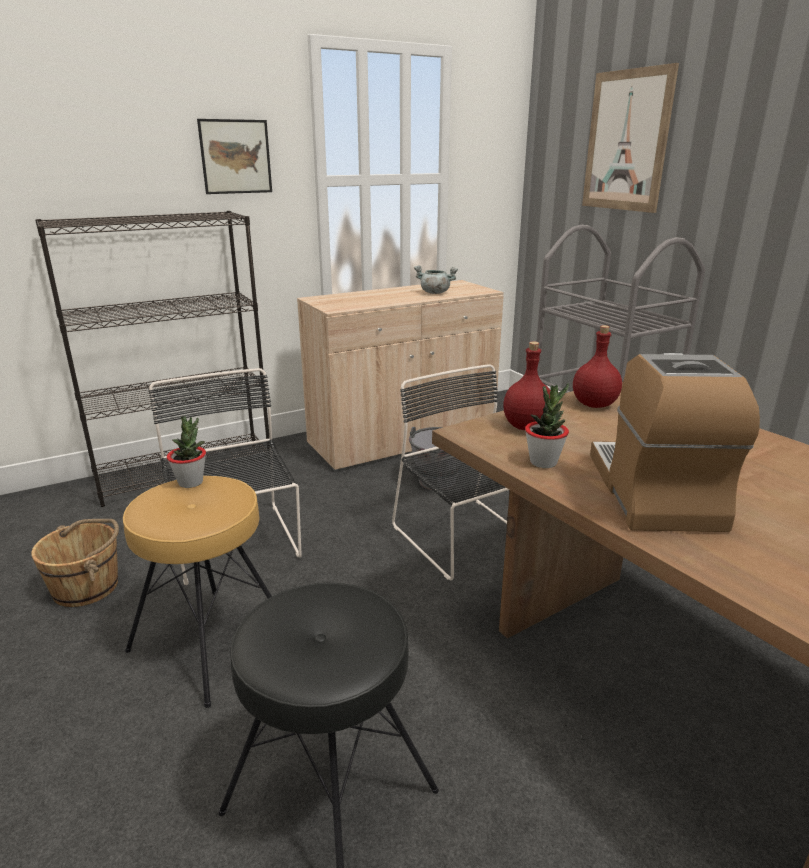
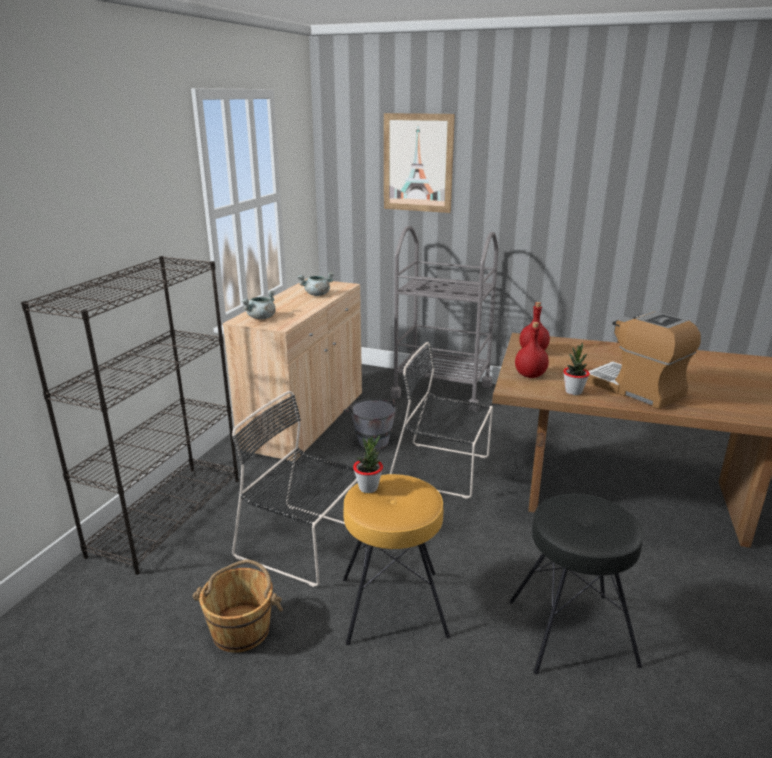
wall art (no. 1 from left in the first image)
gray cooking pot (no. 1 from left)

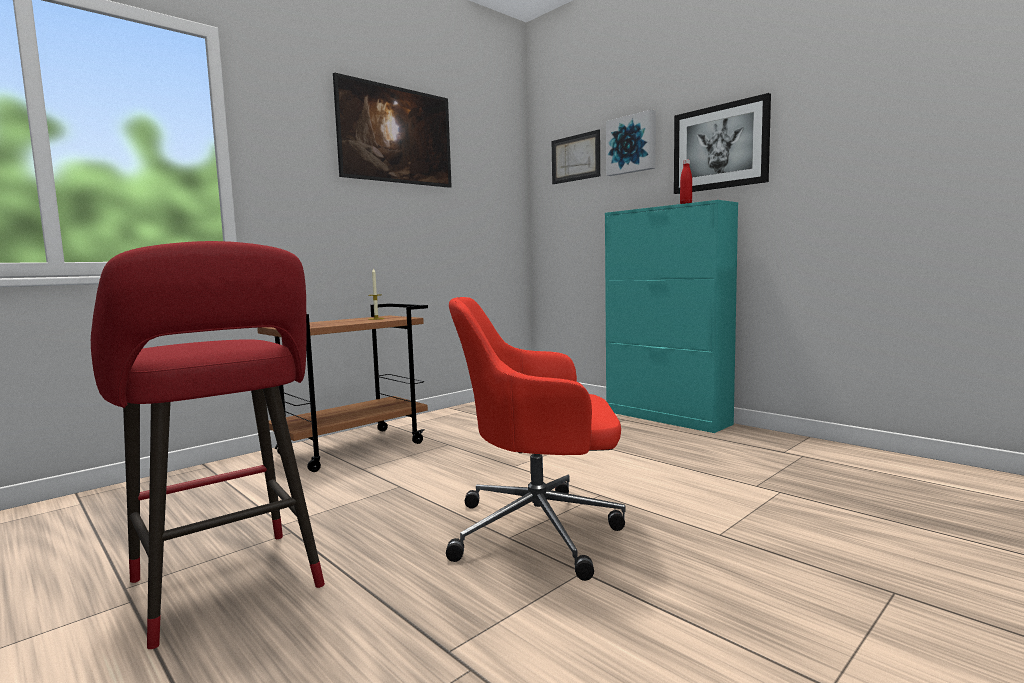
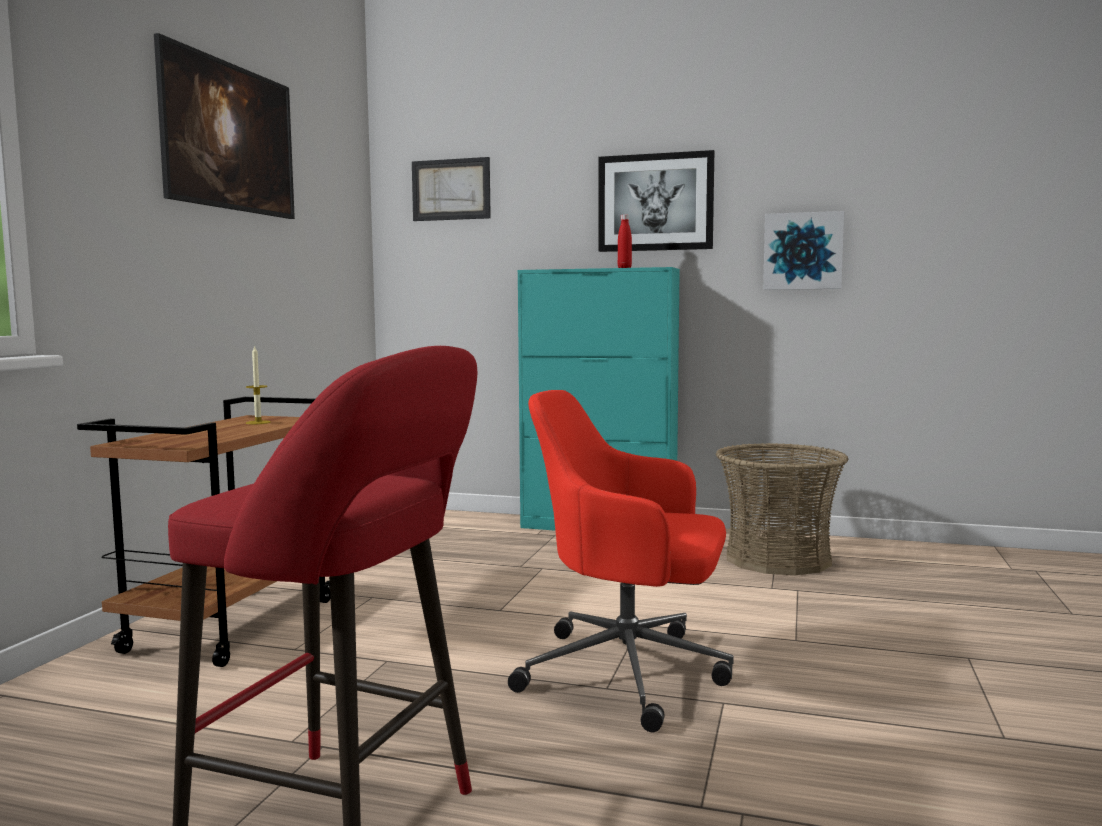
reddish office chair
wall art (no. 4 from left)
storage basket

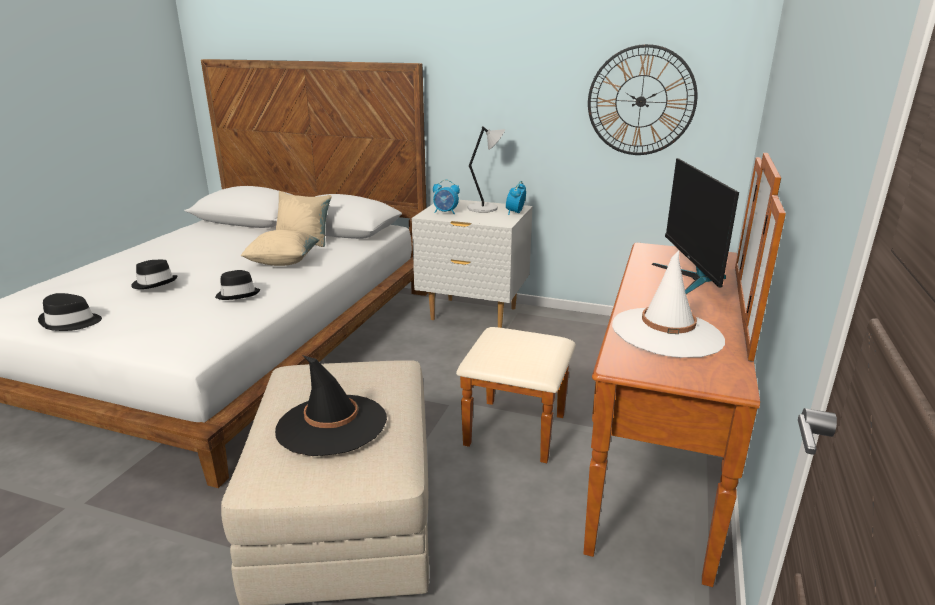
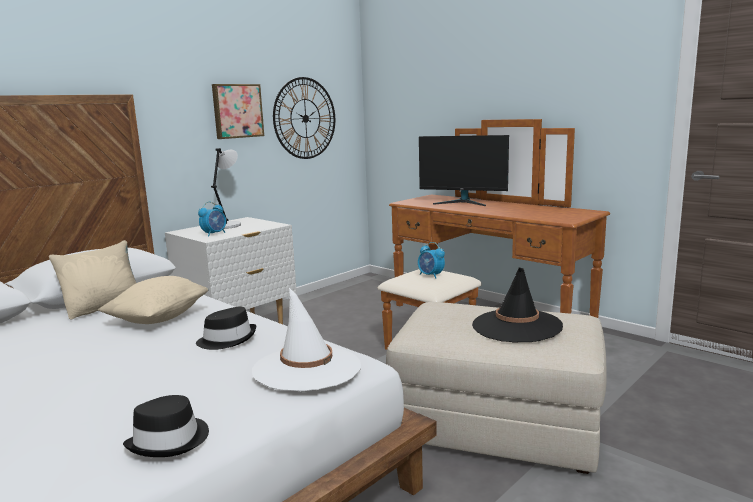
black-coloured hat (no. 2 from left in the first image)
alarm clock (no. 2 from left)
white-coloured hat
wall art

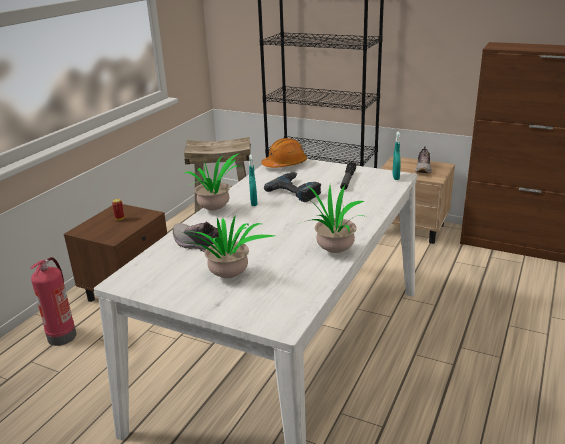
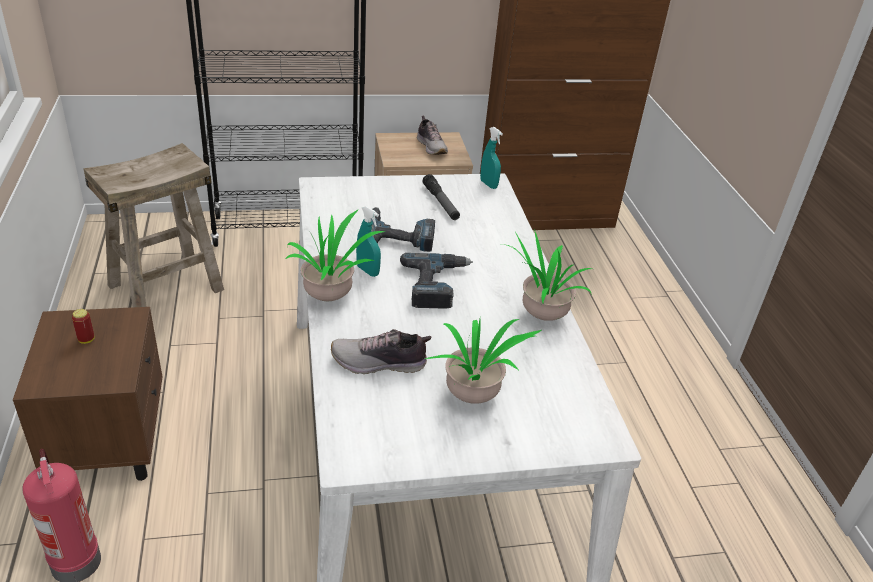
orange work helmet
drill (no. 2 from left)

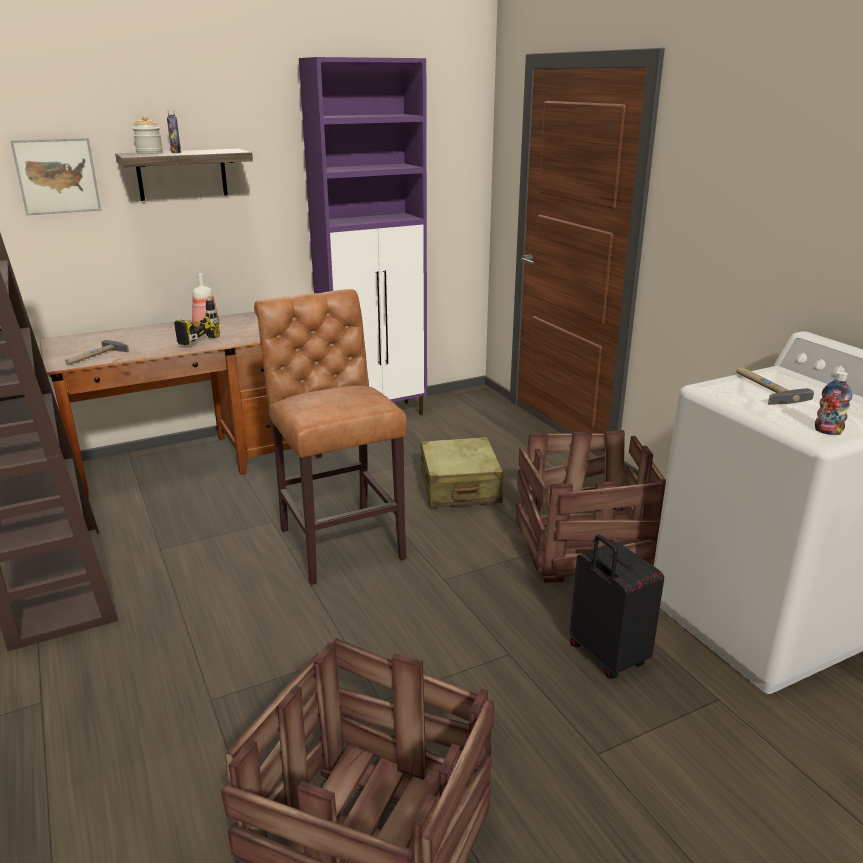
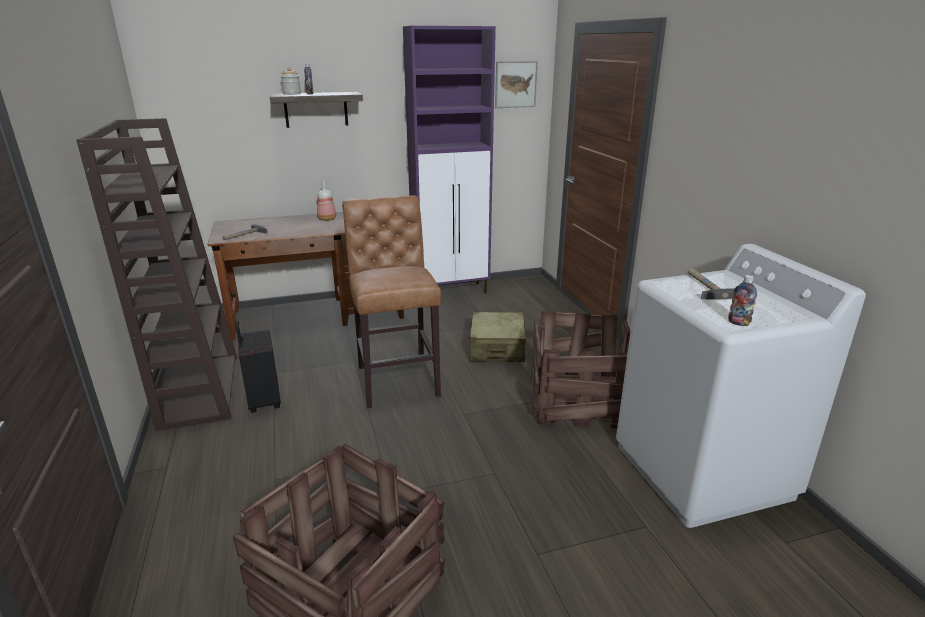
wall art
drill
black-coloured travel case

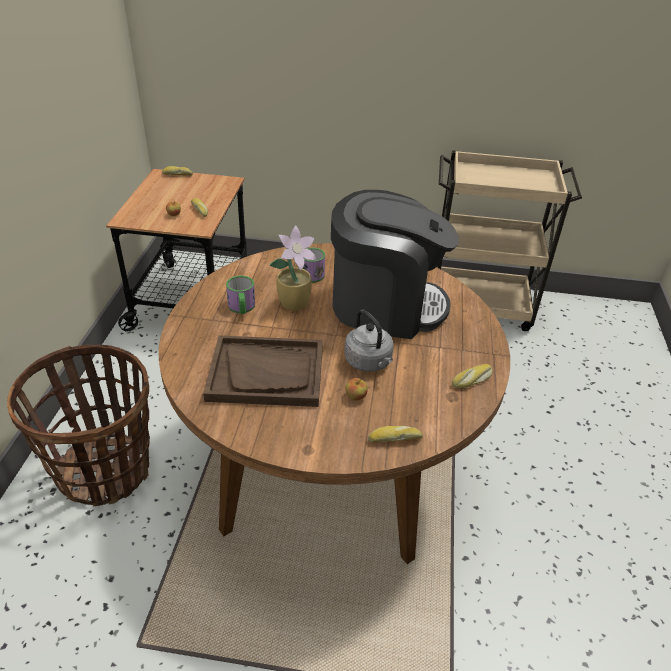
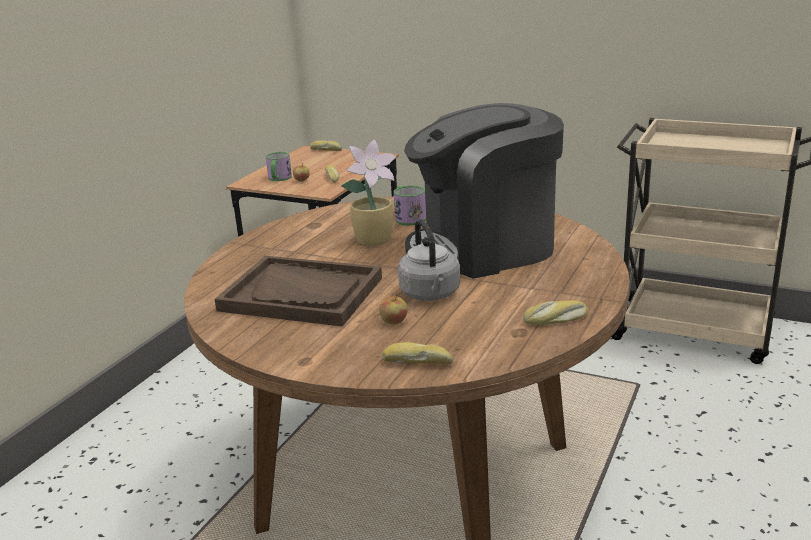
storage basket
coffee mug (no. 1 from left)
coffee machine

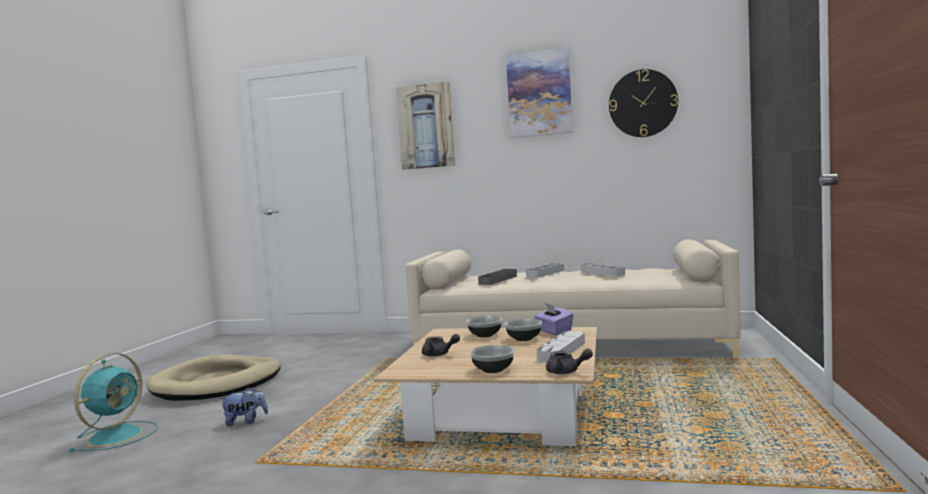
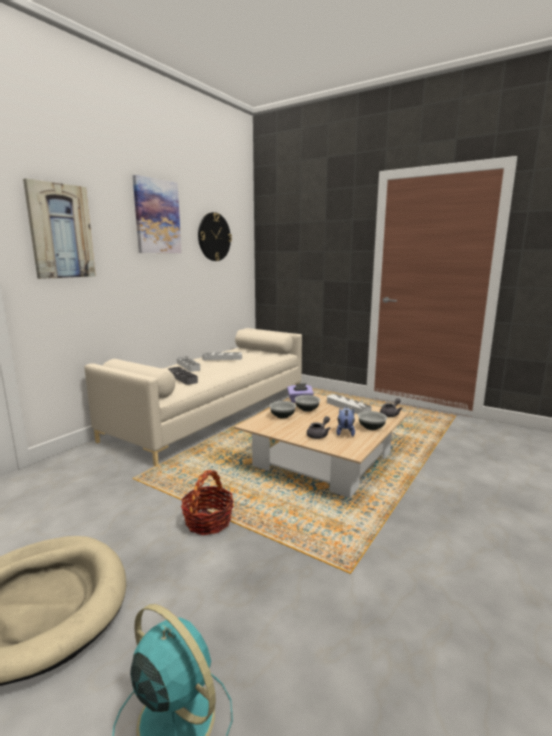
cuddly toy
storage basket

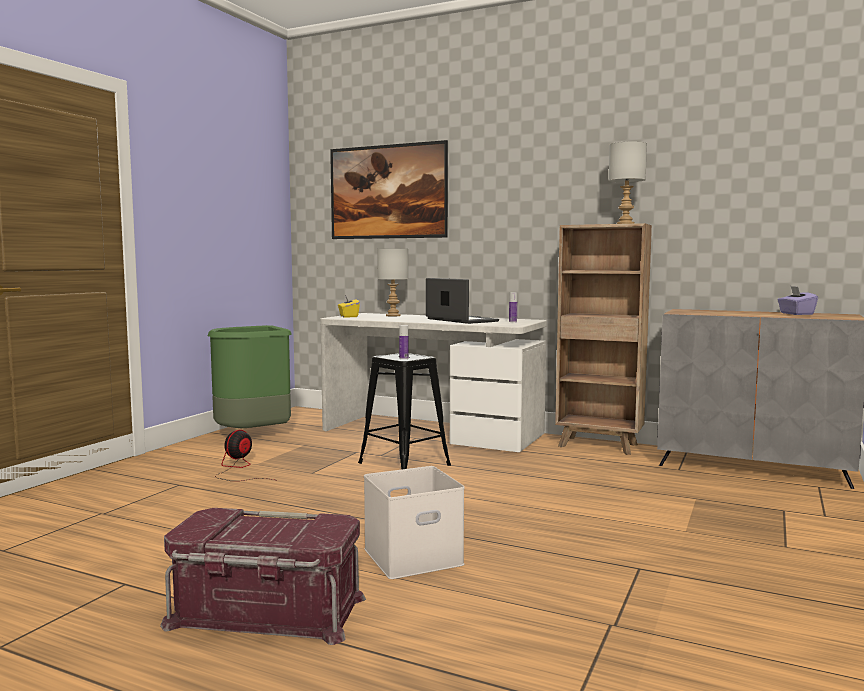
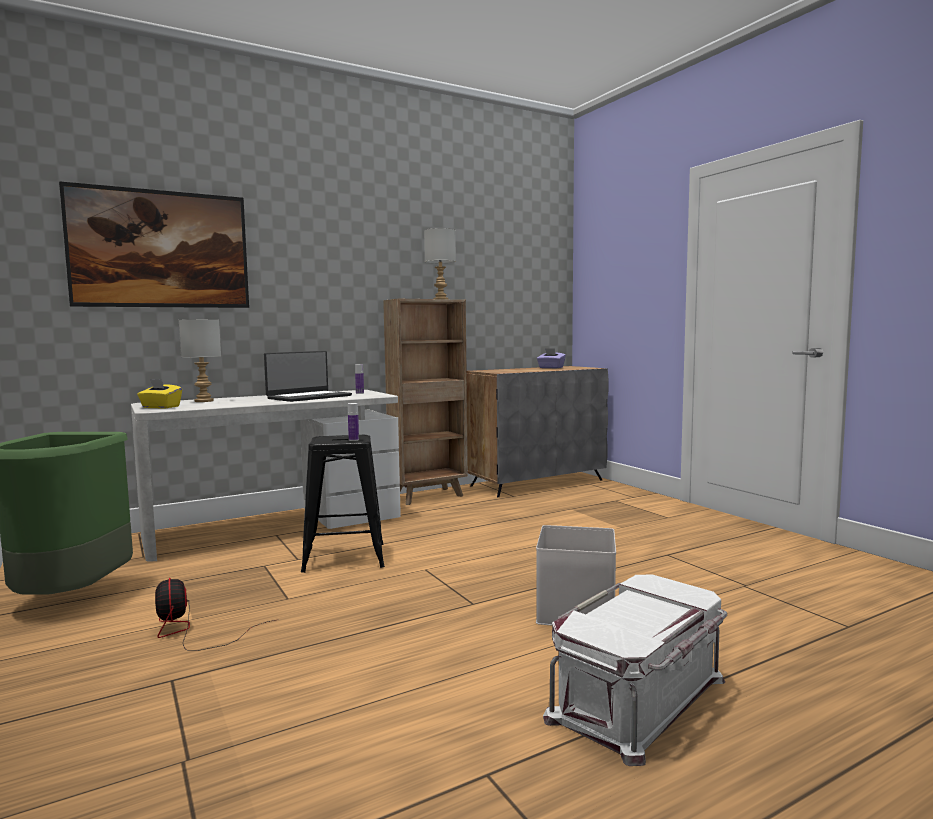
white-coloured storage container (no. 2 from left)
laptop

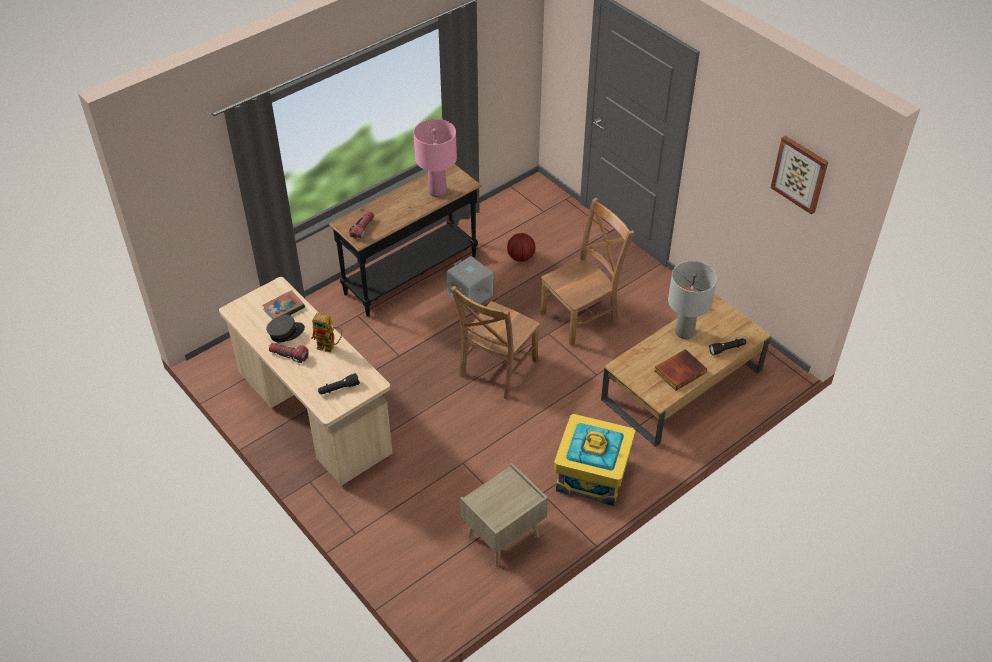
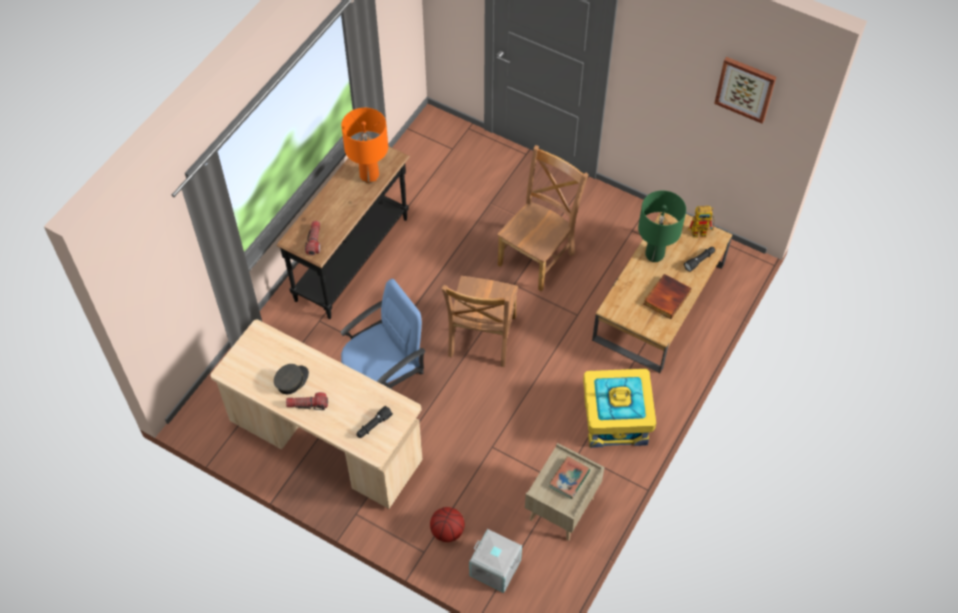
book (no. 1 from left)
robot figure
orange lamp for a table
gray storage container
basketball ball
green lamp for a table
bluish office chair

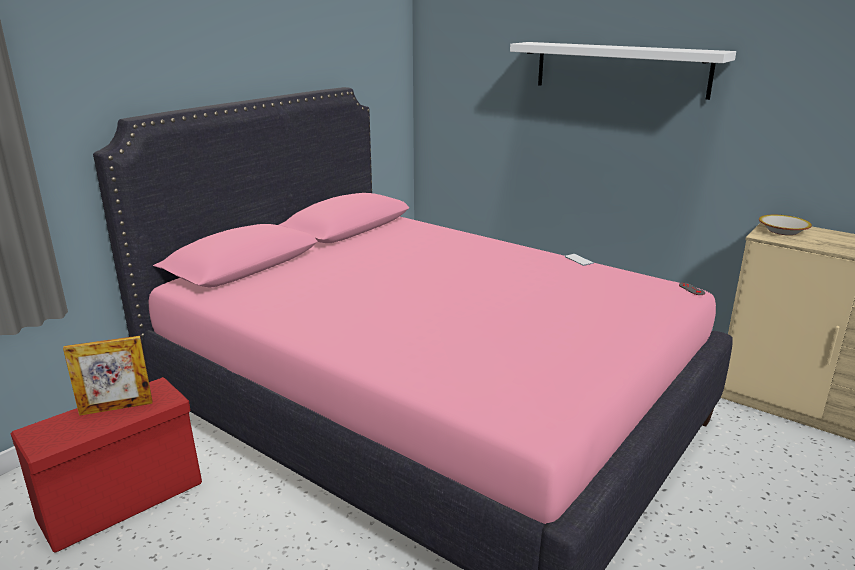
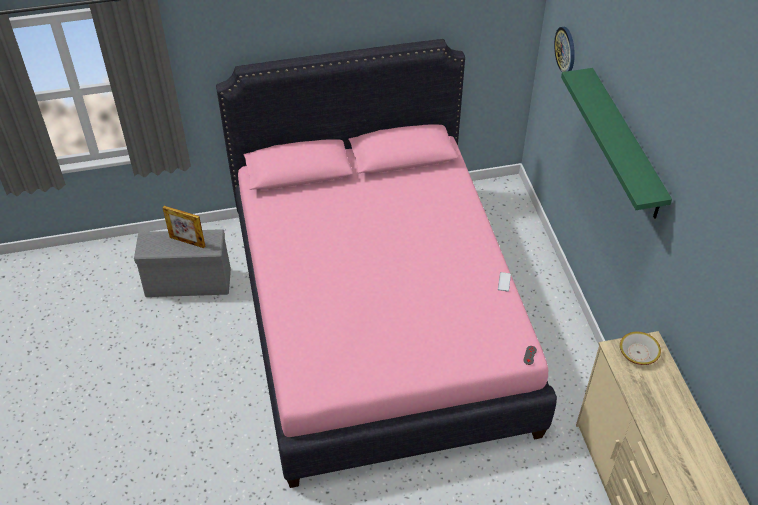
gray storage container
green shelf
wall clock

